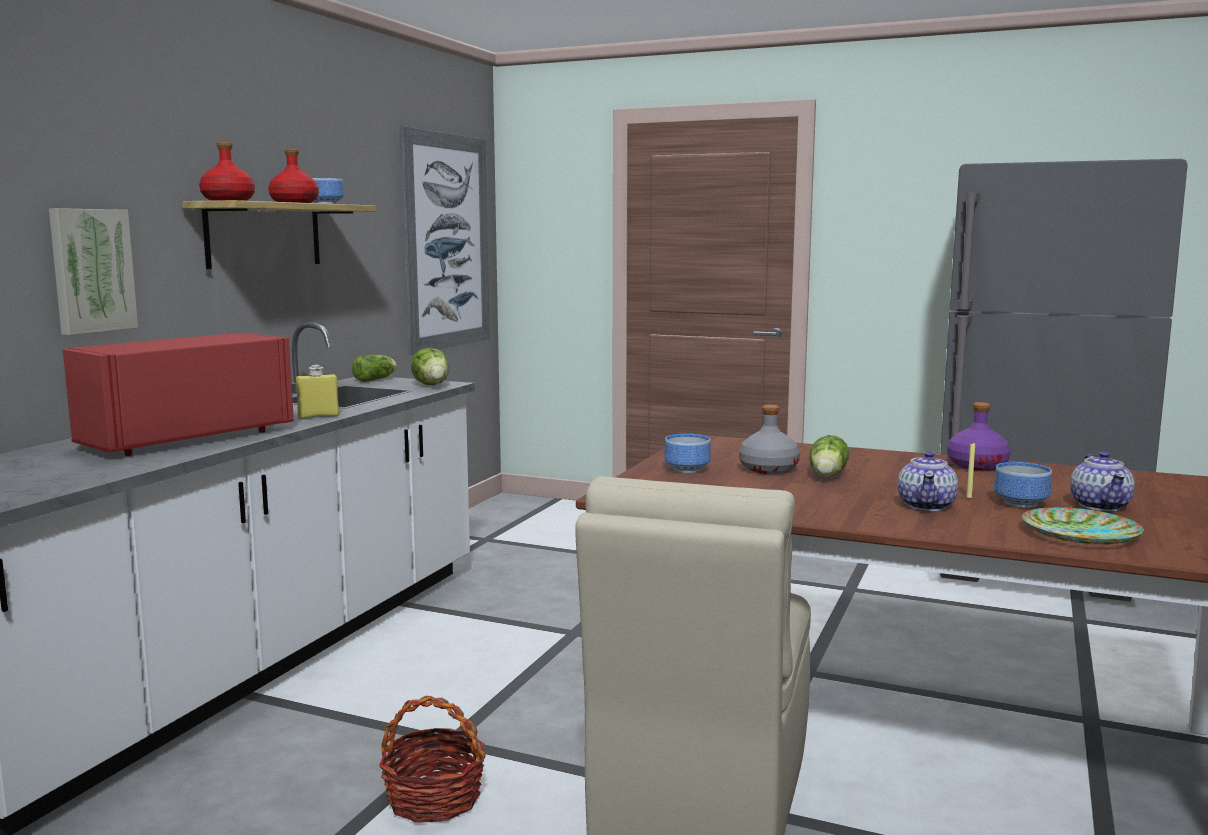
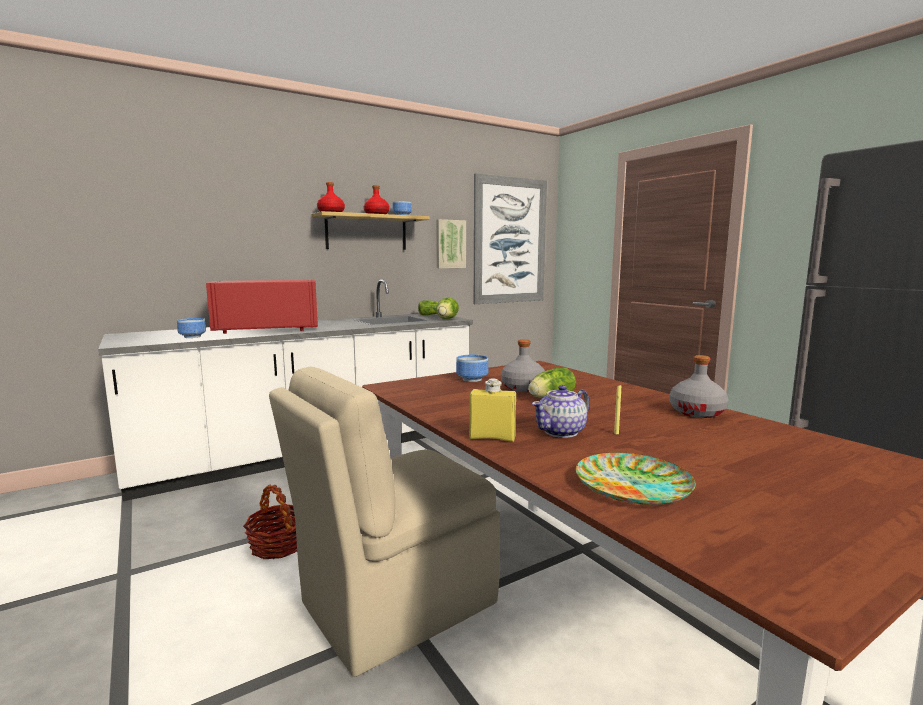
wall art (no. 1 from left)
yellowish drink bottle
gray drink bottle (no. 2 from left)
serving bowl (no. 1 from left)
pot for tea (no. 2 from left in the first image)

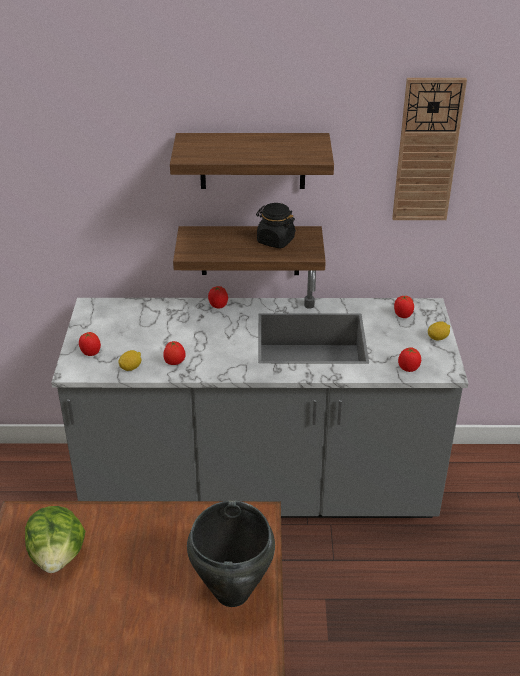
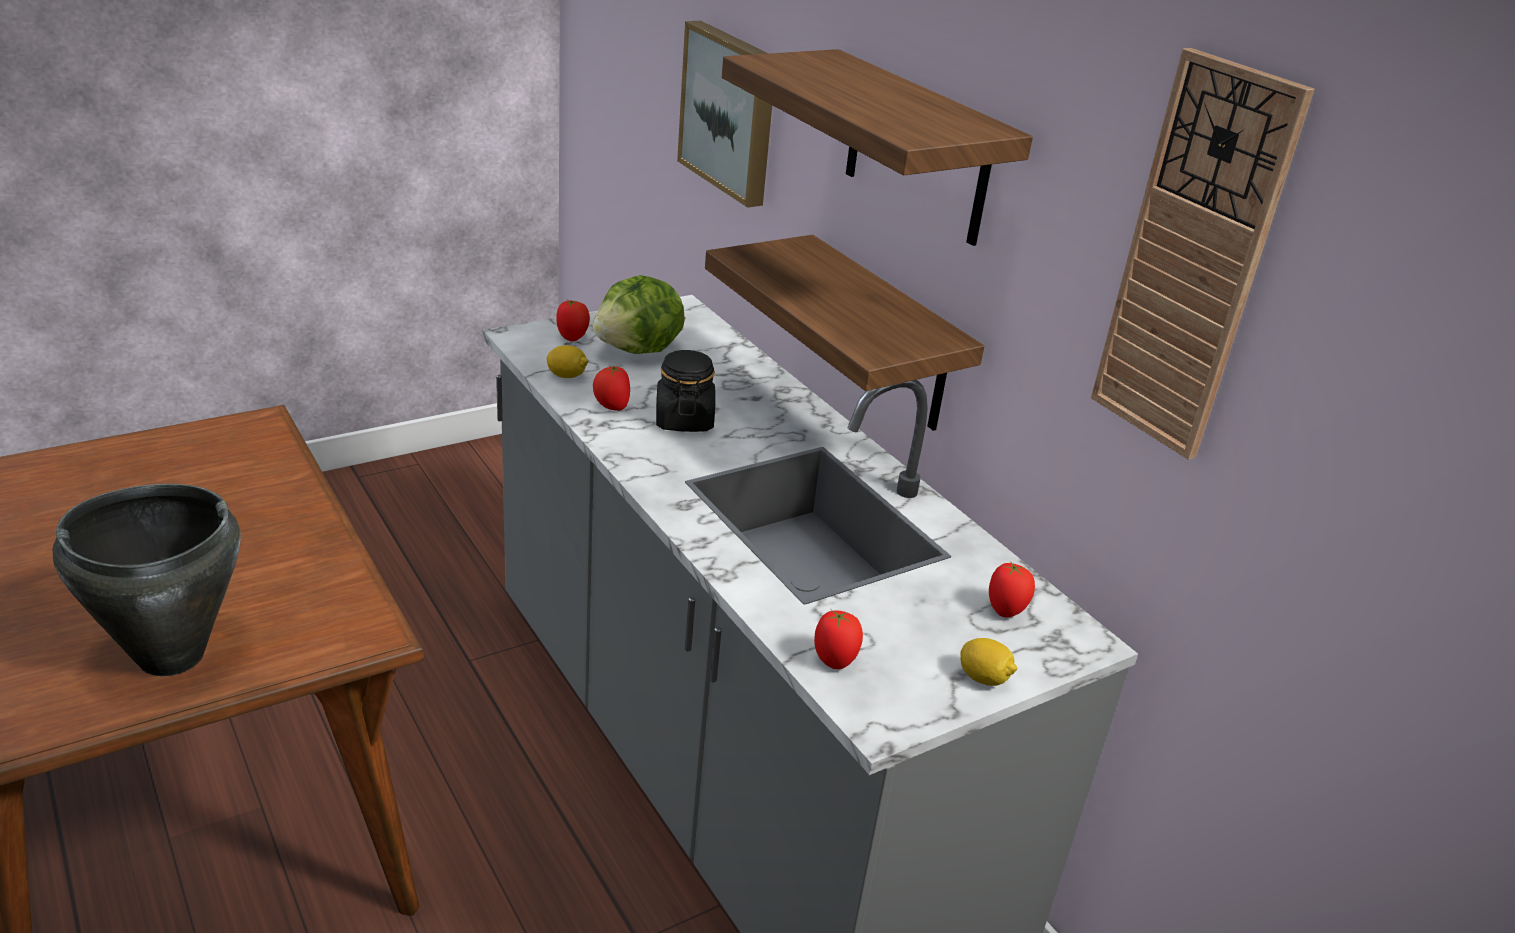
lettuce head
whole tomato (no. 3 from left in the first image)
black-coloured preserve jar
wall art

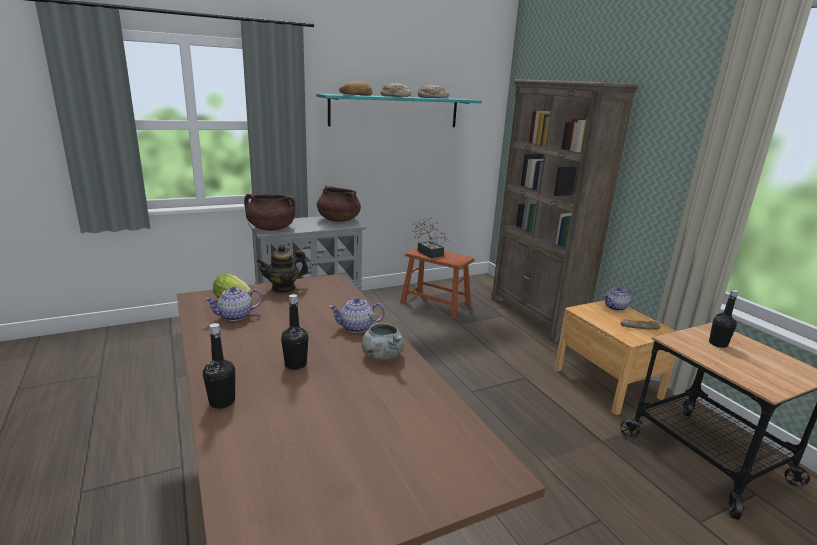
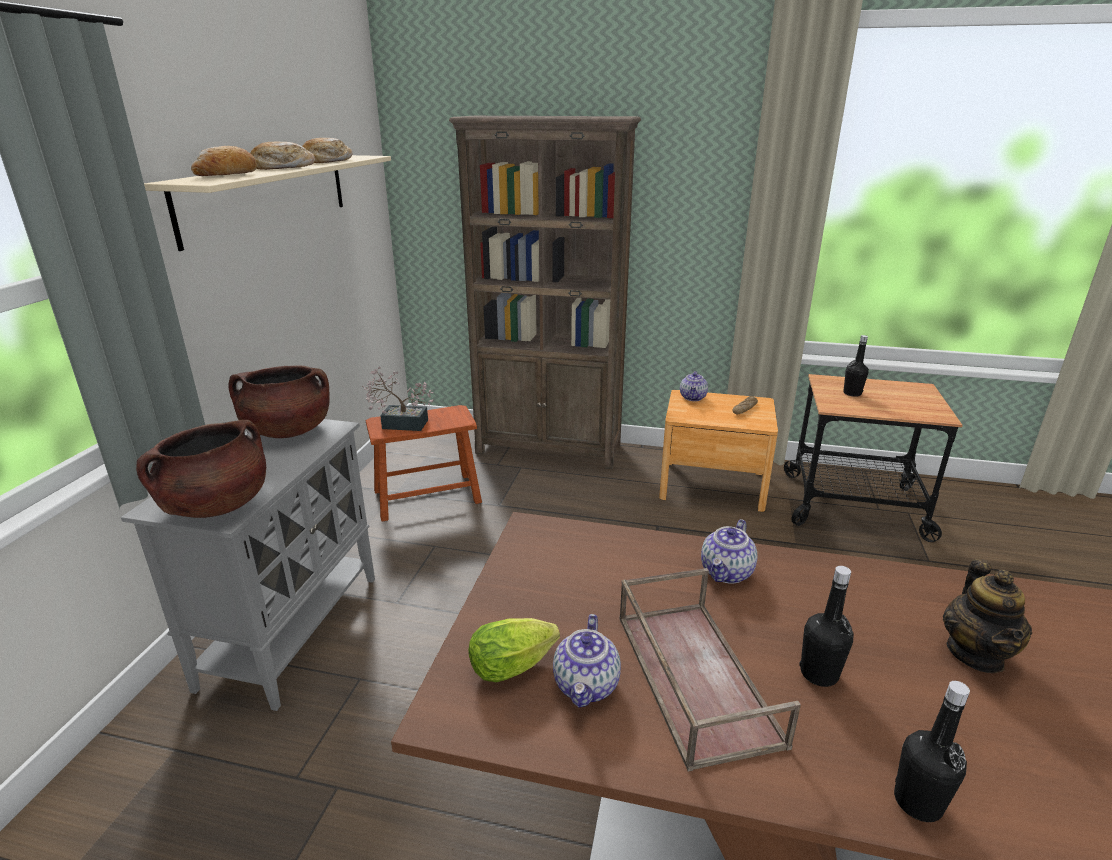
pot for tea (no. 4 from left)
sand-coloured shelf
gray cooking pot
brownish tray

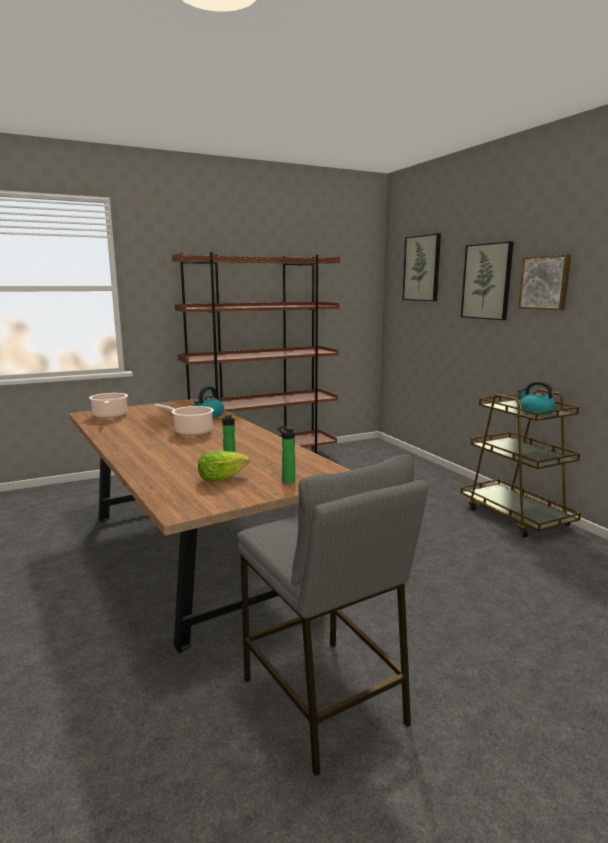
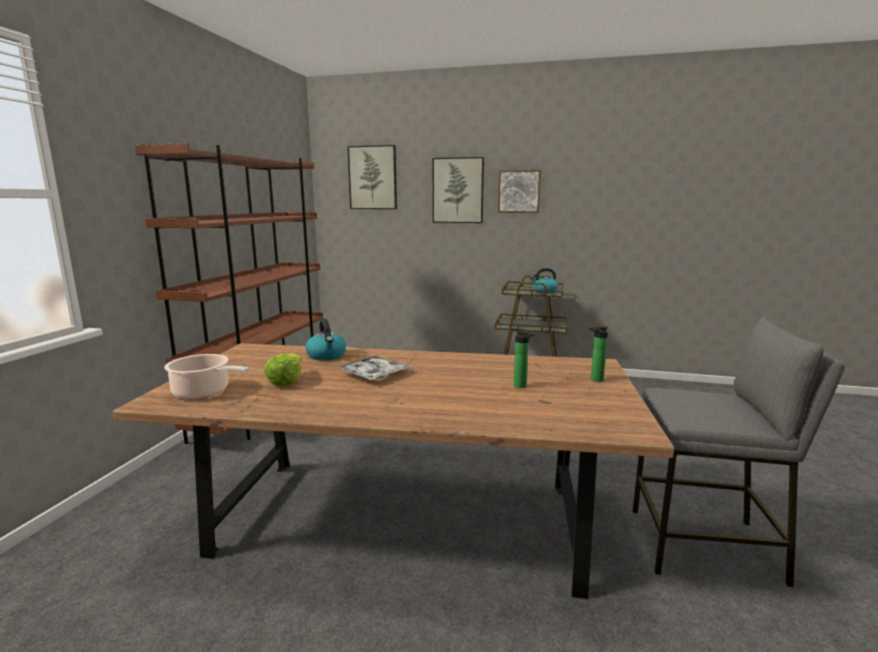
tray
lettuce head

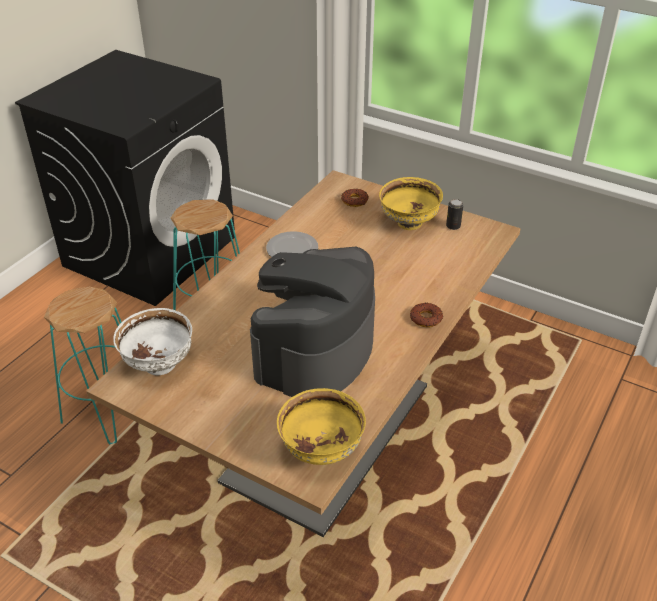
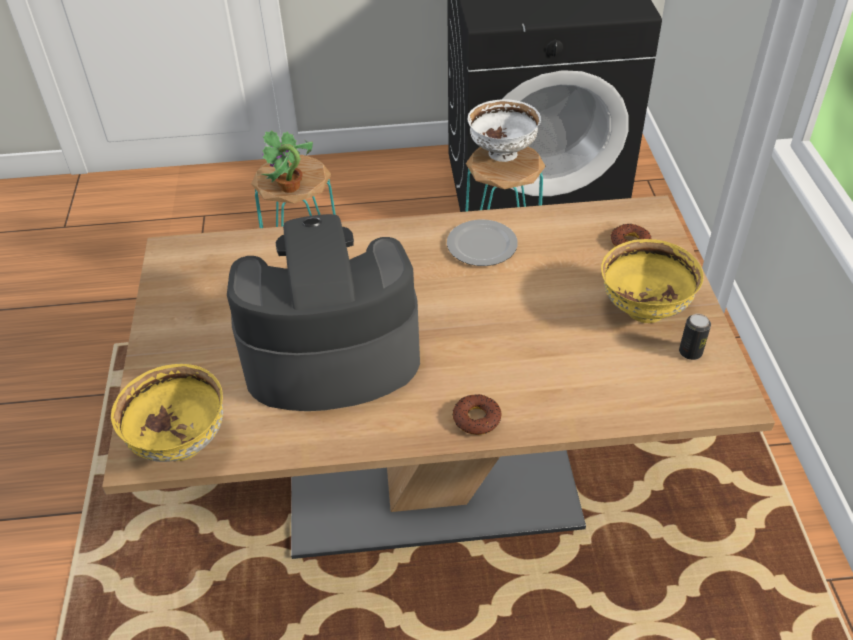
white-coloured serving bowl
potted plant

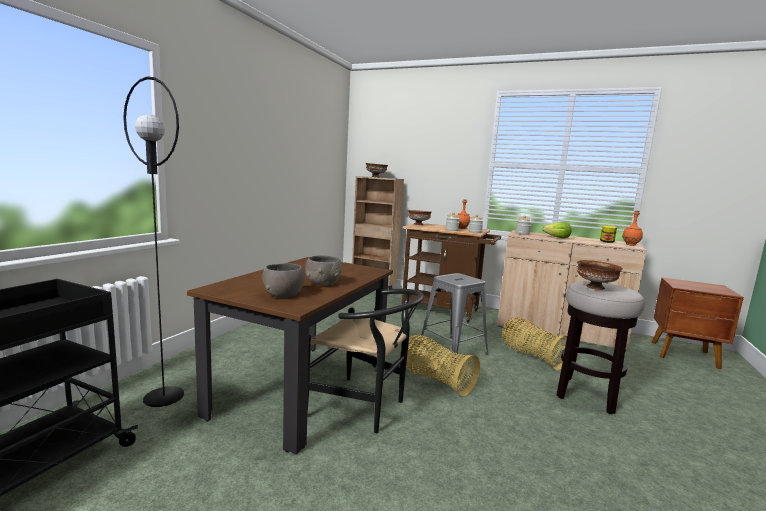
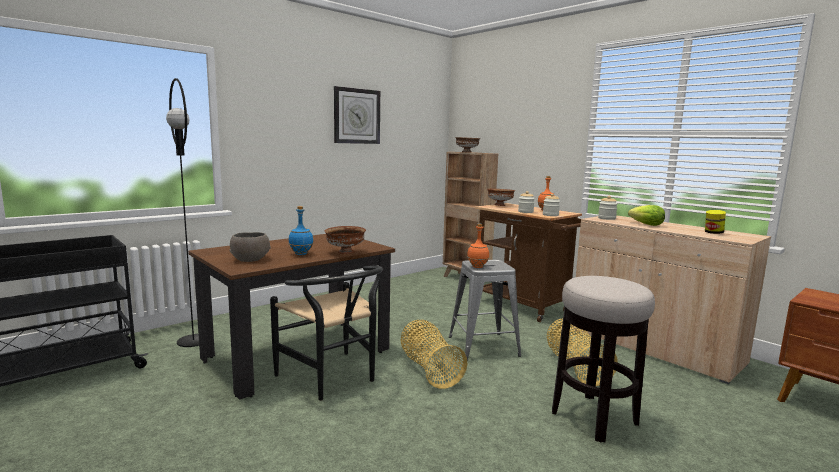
bluish drink bottle
brownish serving bowl (no. 1 from left)
orange drink bottle (no. 1 from left)
wall clock

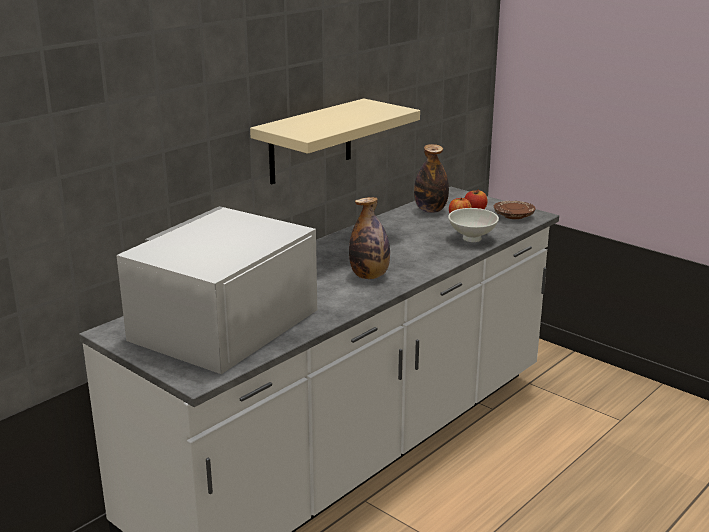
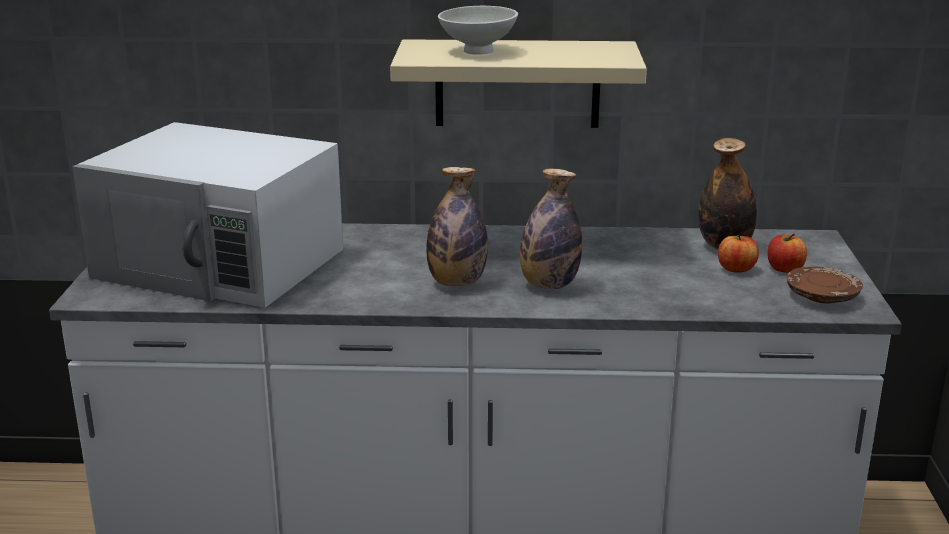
white-coloured microwave
white-coloured serving bowl
drink bottle (no. 2 from left)

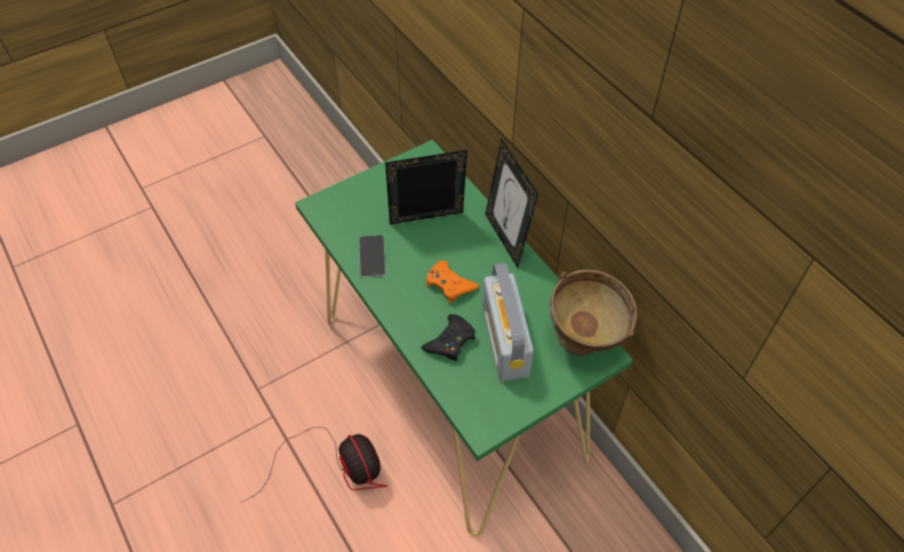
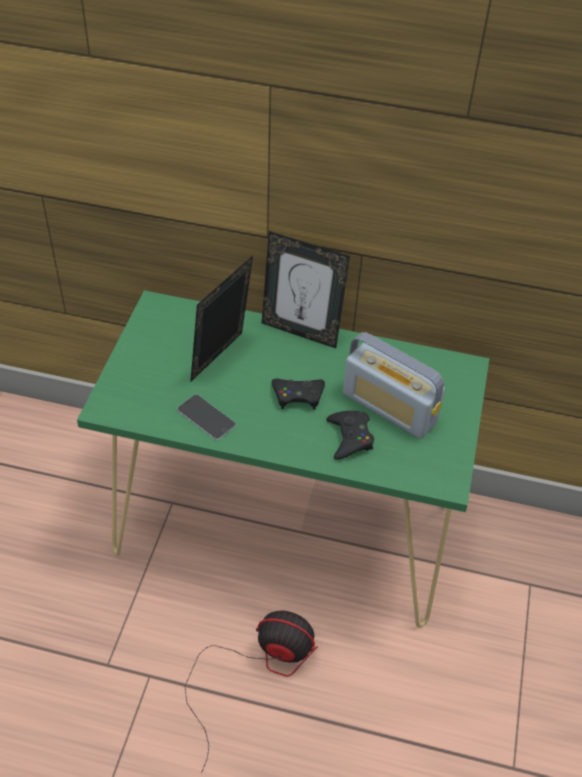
black-coloured gamepad (no. 1 from left)
brownish serving bowl

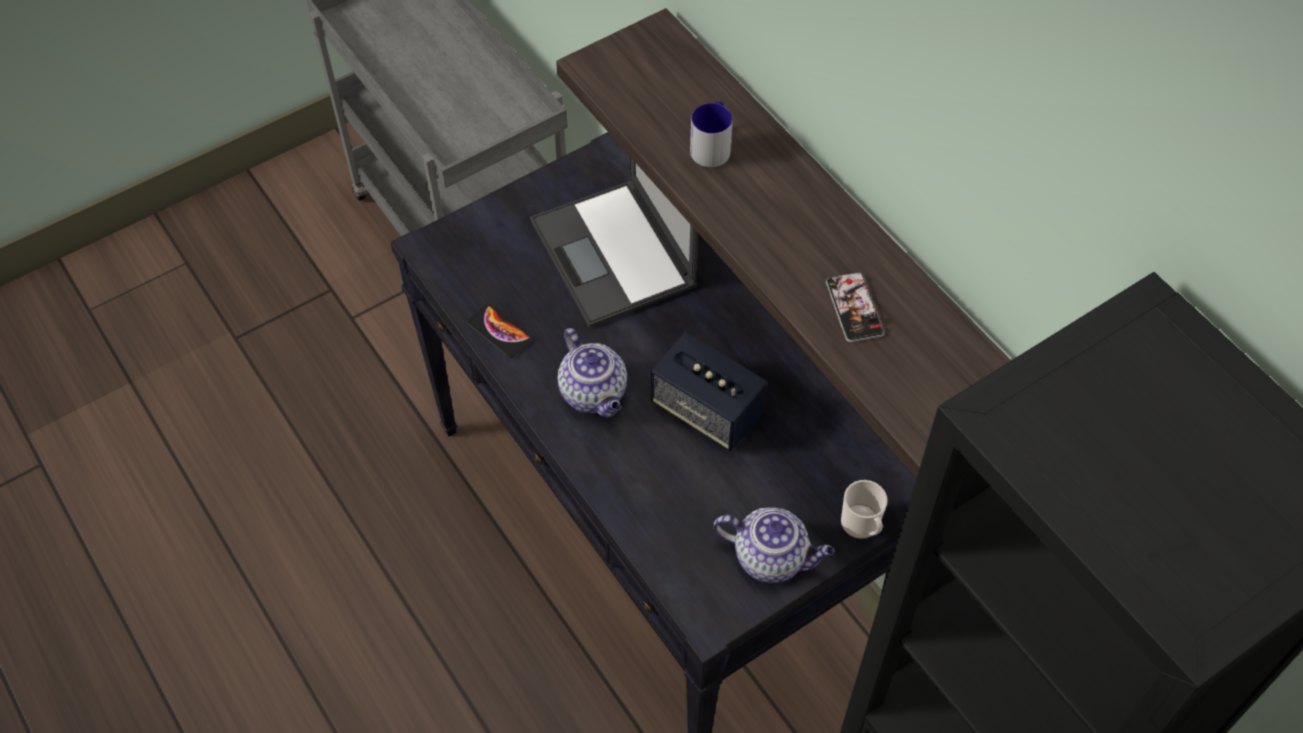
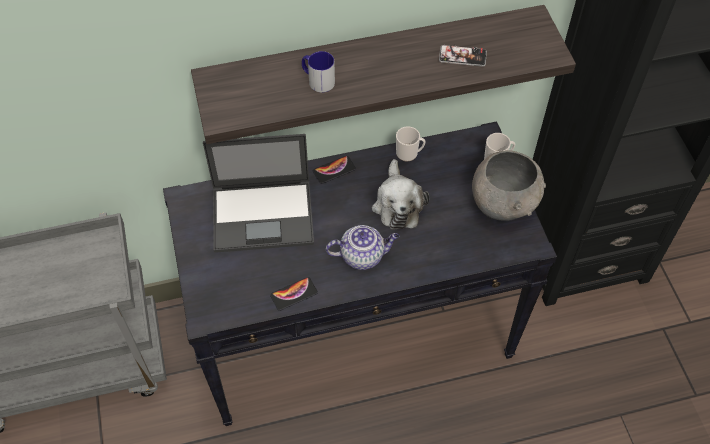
cuddly toy
gray serving bowl
handset (no. 2 from left)
coffee mug (no. 2 from left)

